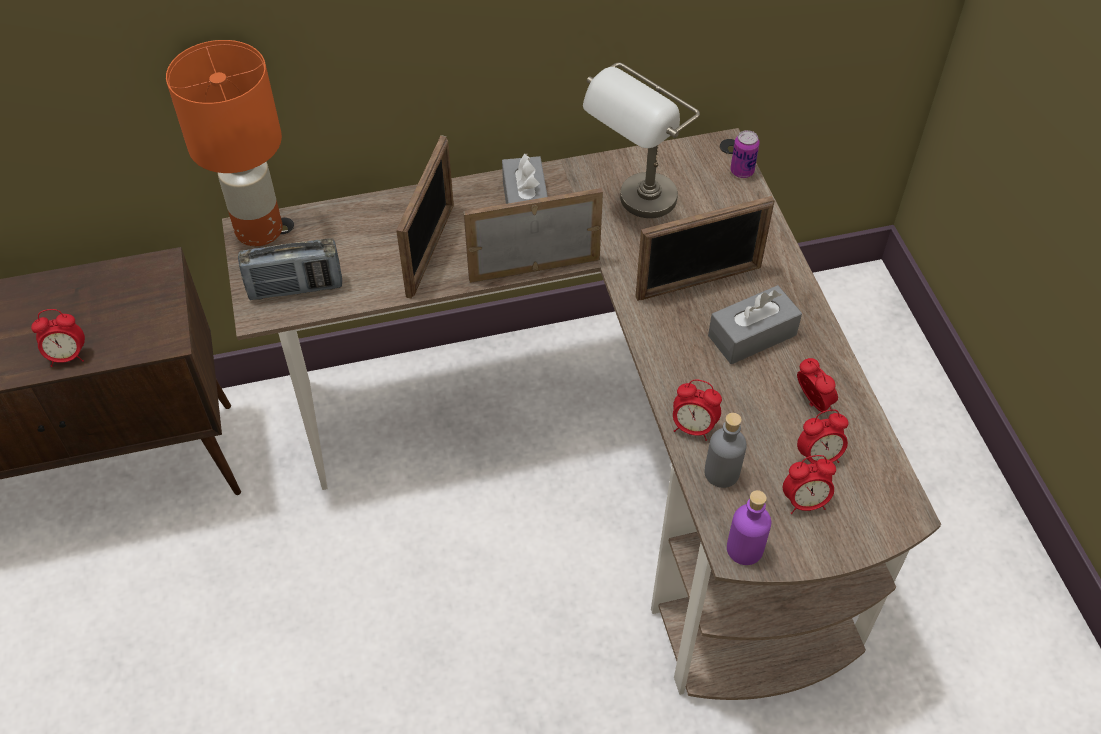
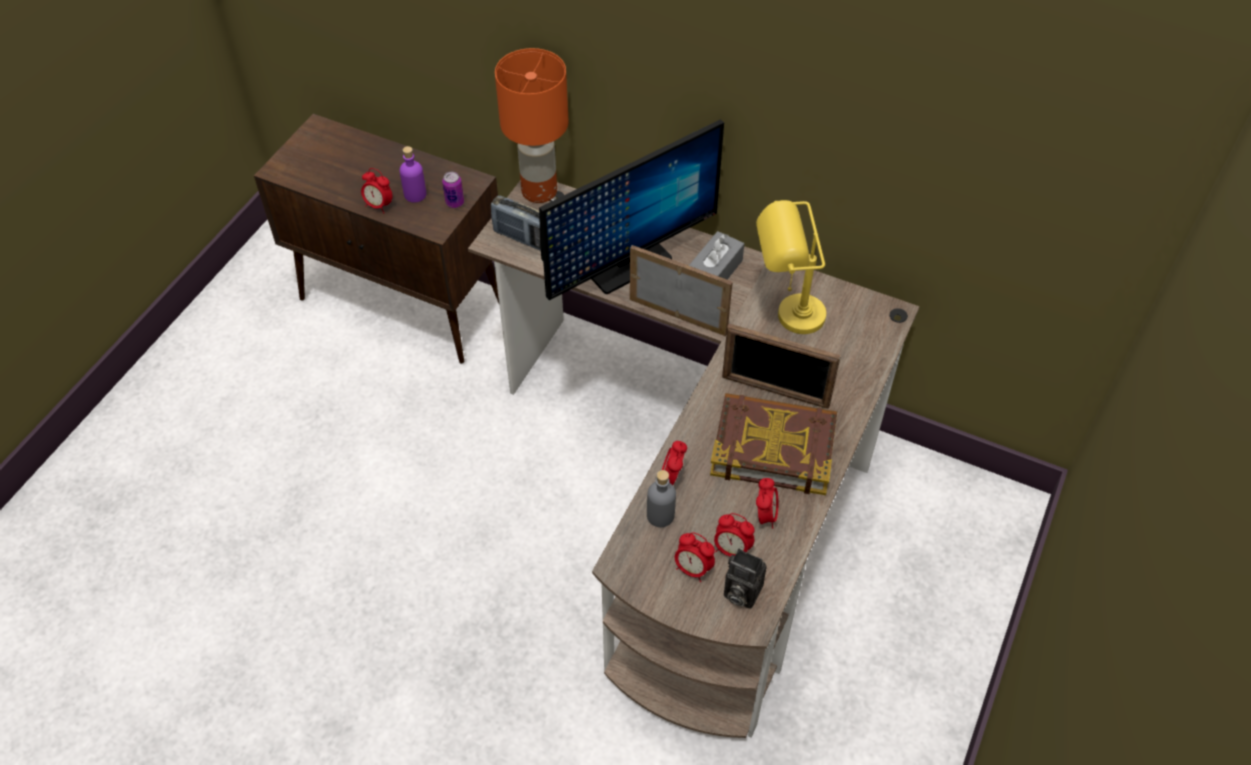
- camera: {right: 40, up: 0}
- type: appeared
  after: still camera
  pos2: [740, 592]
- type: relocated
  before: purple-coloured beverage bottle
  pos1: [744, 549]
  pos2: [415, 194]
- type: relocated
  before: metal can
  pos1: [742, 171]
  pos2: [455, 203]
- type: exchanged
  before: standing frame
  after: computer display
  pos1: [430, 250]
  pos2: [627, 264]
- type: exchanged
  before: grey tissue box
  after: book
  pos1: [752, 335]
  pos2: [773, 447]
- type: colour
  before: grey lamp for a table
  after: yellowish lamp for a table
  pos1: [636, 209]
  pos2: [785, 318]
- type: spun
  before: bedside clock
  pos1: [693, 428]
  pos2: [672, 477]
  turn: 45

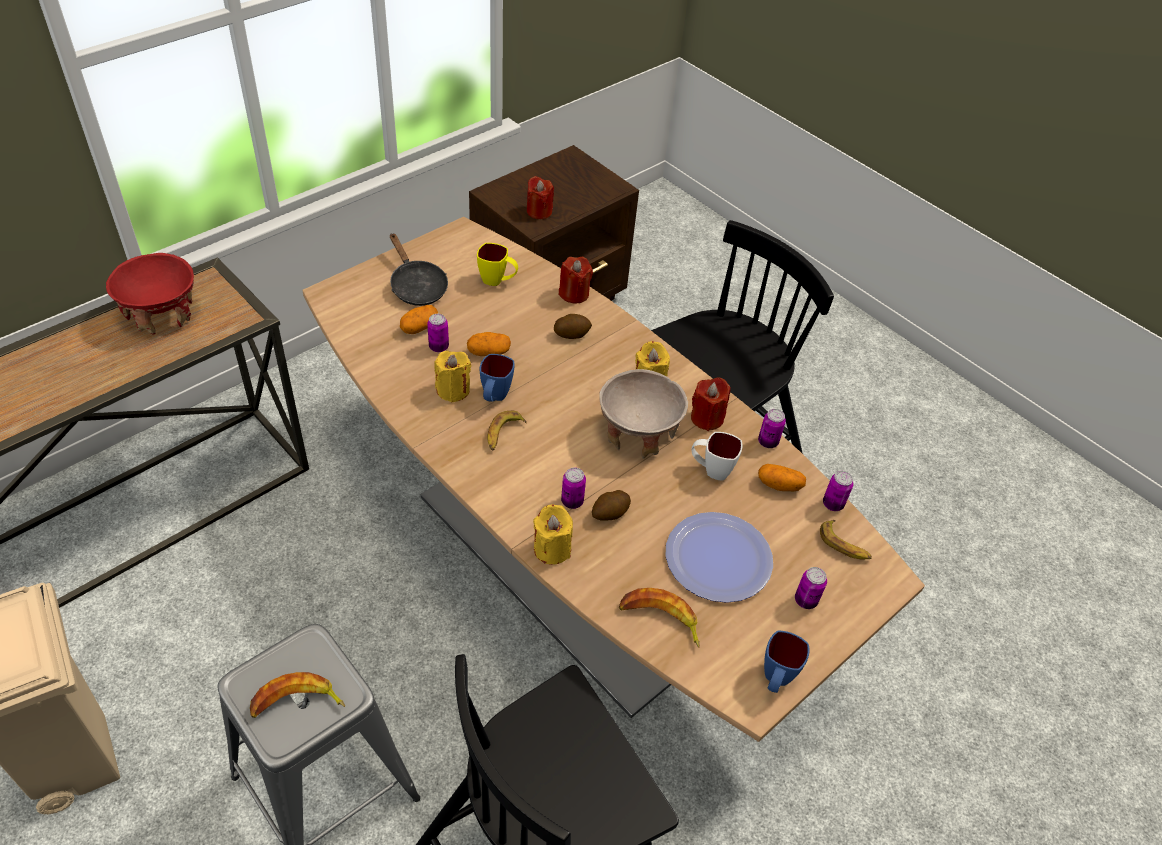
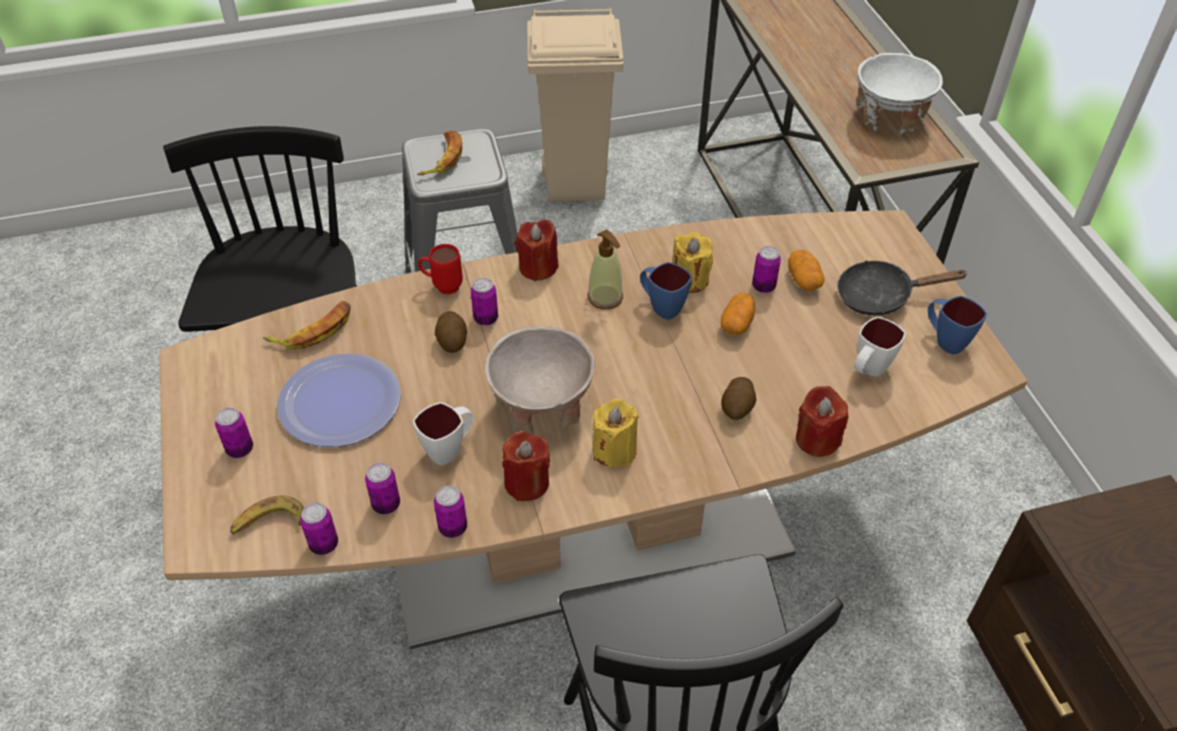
- camera: {right: 120, up: 0}
- type: relocated
  before: red-coloured wax candle
  pos1: [539, 211]
  pos2: [538, 268]
- type: relocated
  before: blue-coloured mug
  pos1: [775, 680]
  pos2: [945, 340]
- type: exchanged
  before: banana
  after: liquid soap bottle
  pos1: [503, 434]
  pos2: [605, 298]
- type: exchanged
  before: yellowish wax candle
  after: red-coloured mug
  pos1: [552, 549]
  pos2: [442, 286]
- type: exchanged
  before: potato
  after: metal can
  pos1: [779, 485]
  pos2: [386, 504]
- type: colour
  before: red-coloured bowl
  after: white-coloured bowl
  pos1: [162, 314]
  pos2: [890, 116]
- type: colour
  before: yellowish mug
  after: white-coloured mug
  pos1: [498, 281]
  pos2: [868, 371]

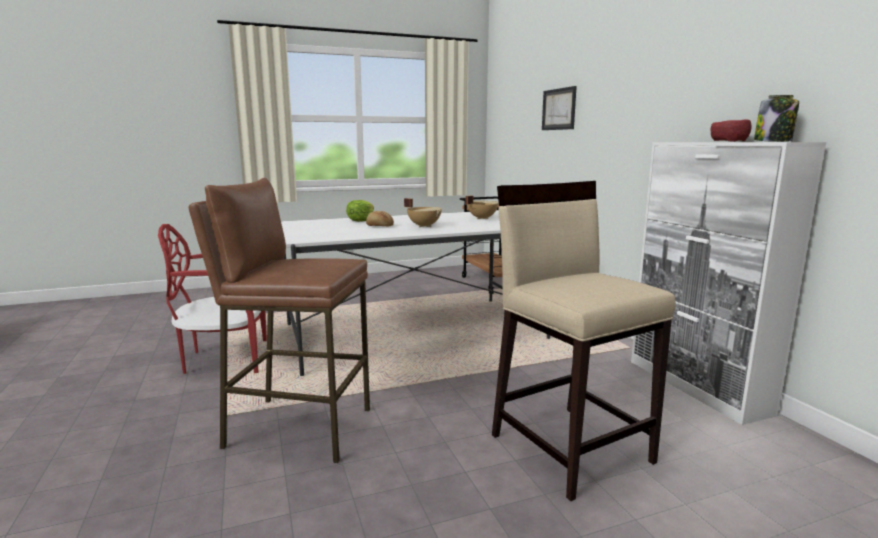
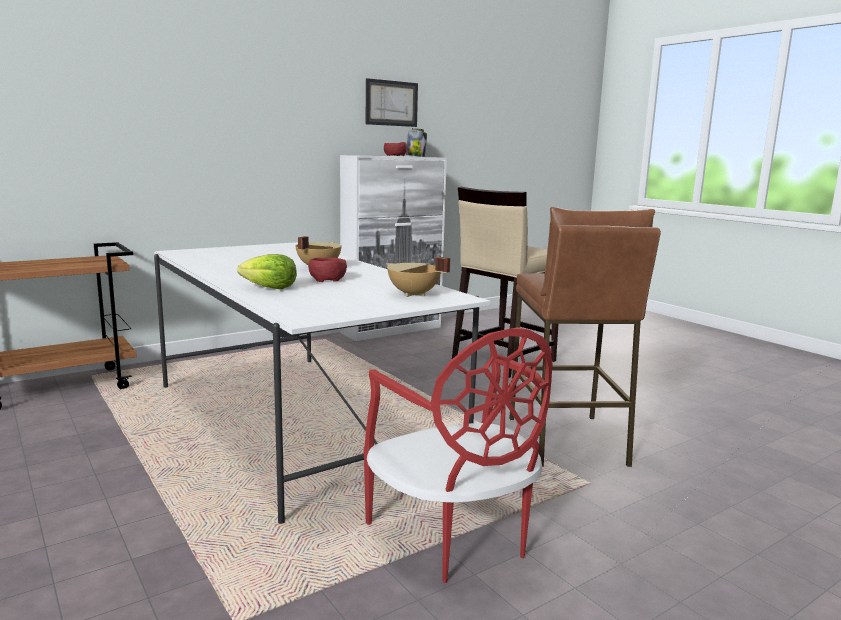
- camera: {right: -105, up: 0}
- type: relocated
  before: sand-coloured stockpot
  pos1: [481, 218]
  pos2: [413, 294]
- type: relocated
  before: wall art
  pos1: [559, 109]
  pos2: [391, 103]
- type: exchanged
  before: bread
  after: red-coloured bowl
  pos1: [379, 226]
  pos2: [327, 279]

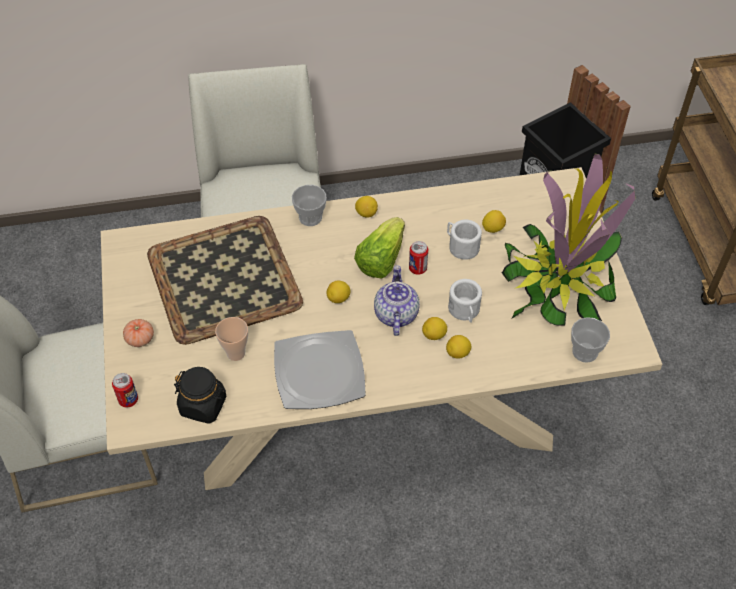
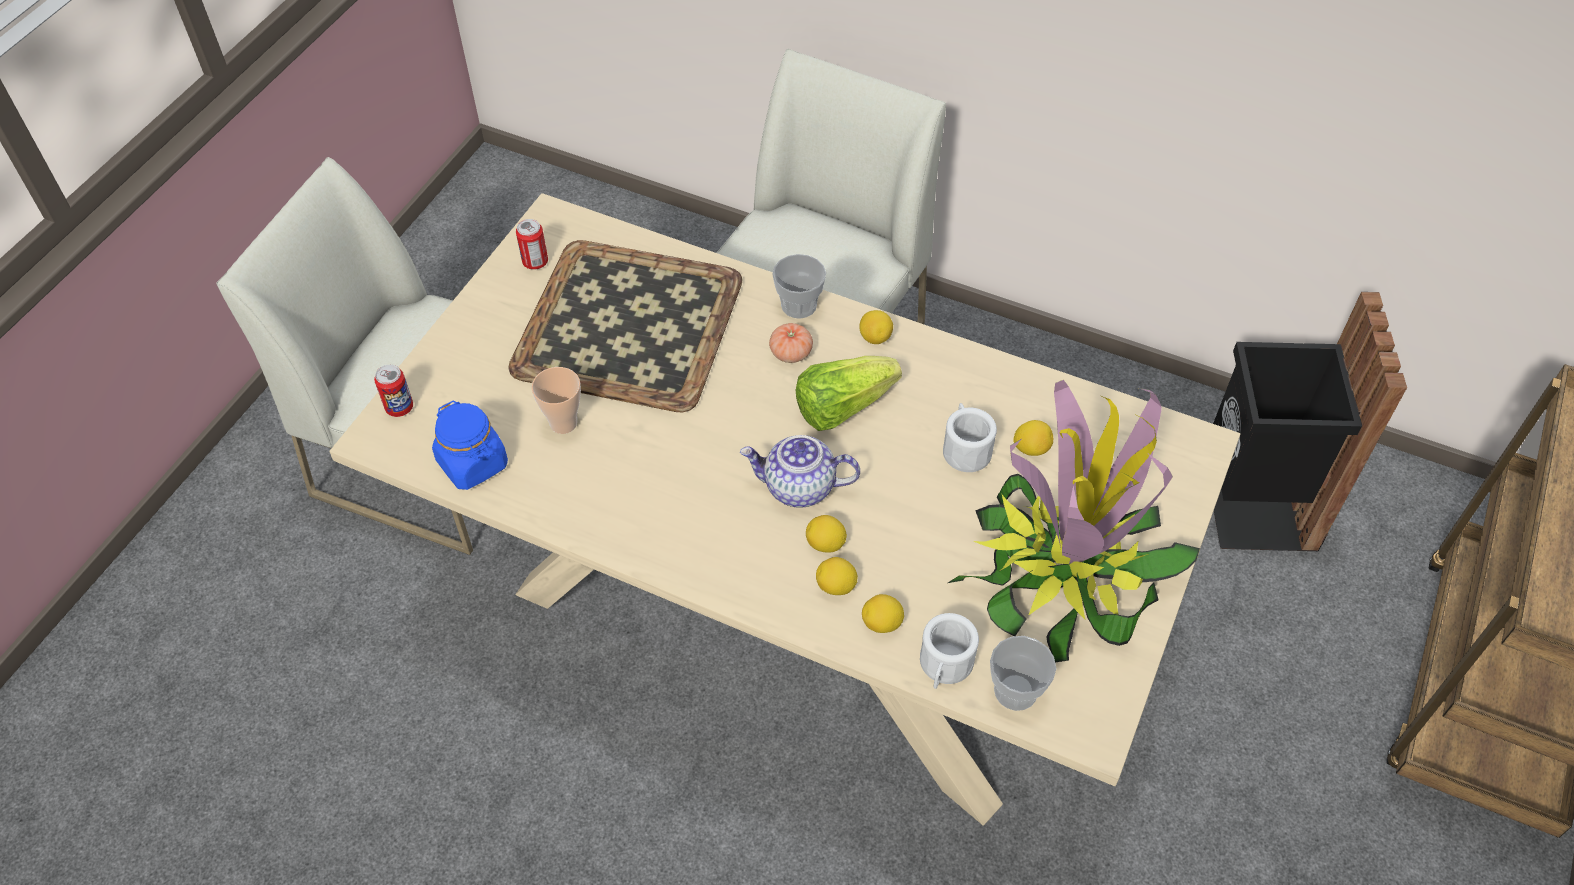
- camera: {right: 35, up: 0}
- type: missing
  before: plate
  pos1: [320, 373]
- type: relocated
  before: fresh tomato
  pos1: [140, 339]
  pos2: [791, 353]
- type: relocated
  before: citrus fruit
  pos1: [338, 298]
  pos2: [882, 623]
- type: relocated
  before: metal can
  pos1: [417, 268]
  pos2: [535, 262]
- type: relocated
  before: white-coloured mug
  pos1: [465, 311]
  pos2: [944, 666]
- type: colour
  before: blackish jar
  after: blue-coloured jar
  pos1: [203, 405]
  pos2: [473, 464]
- type: spun
  before: pot for tea
  pos1: [395, 314]
  pos2: [799, 487]
  turn: -120

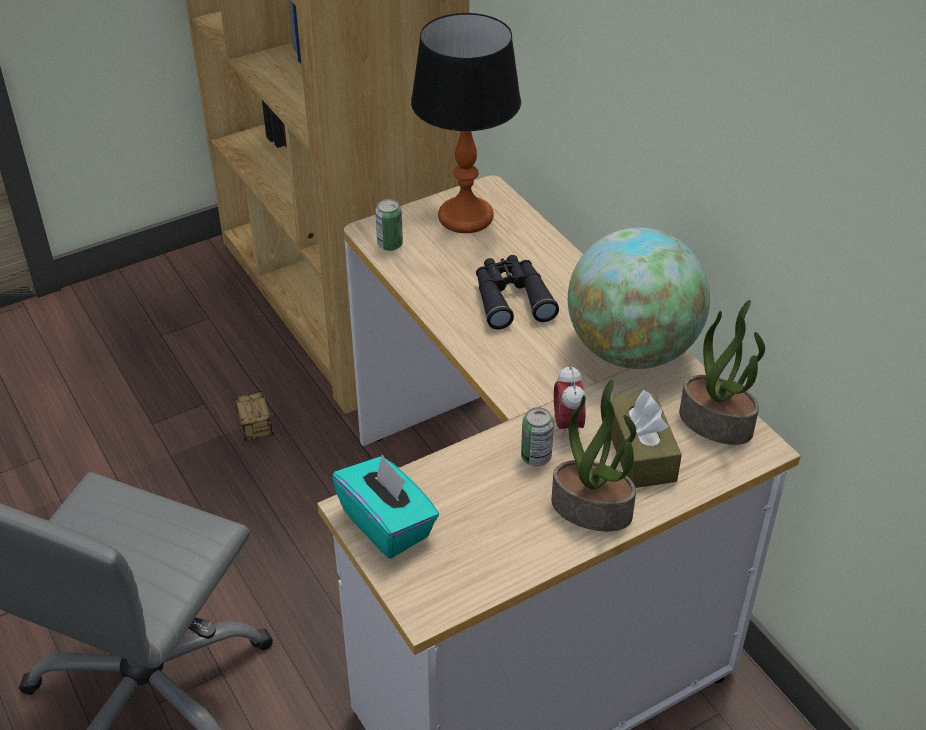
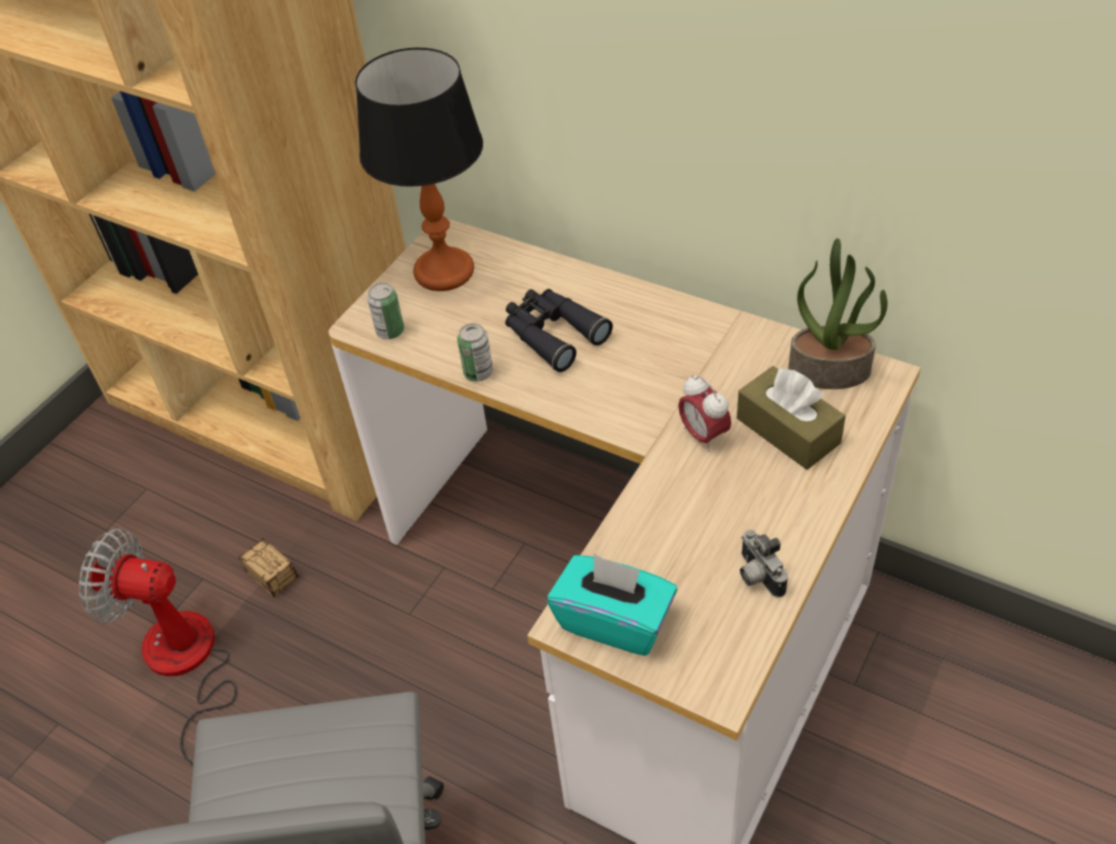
- camera: {right: -25, up: 5}
- type: missing
  before: houseplant
  pos1: [593, 508]
- type: missing
  before: desk globe
  pos1: [632, 350]
- type: appeared
  after: electric fan
  pos2: [186, 667]
- type: appeared
  after: still camera
  pos2: [757, 576]
- type: relocated
  before: metal can
  pos1: [536, 457]
  pos2: [478, 373]

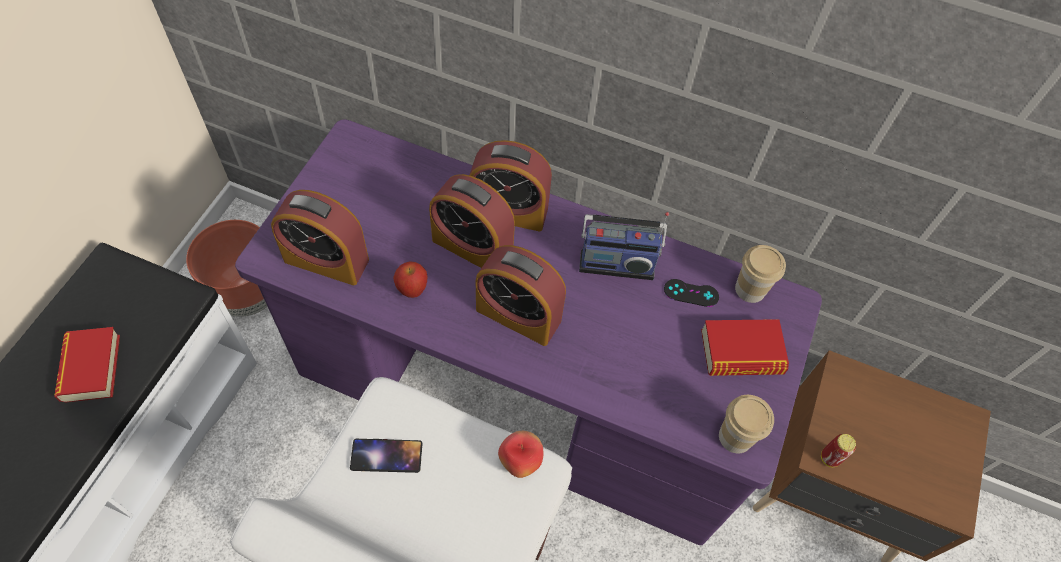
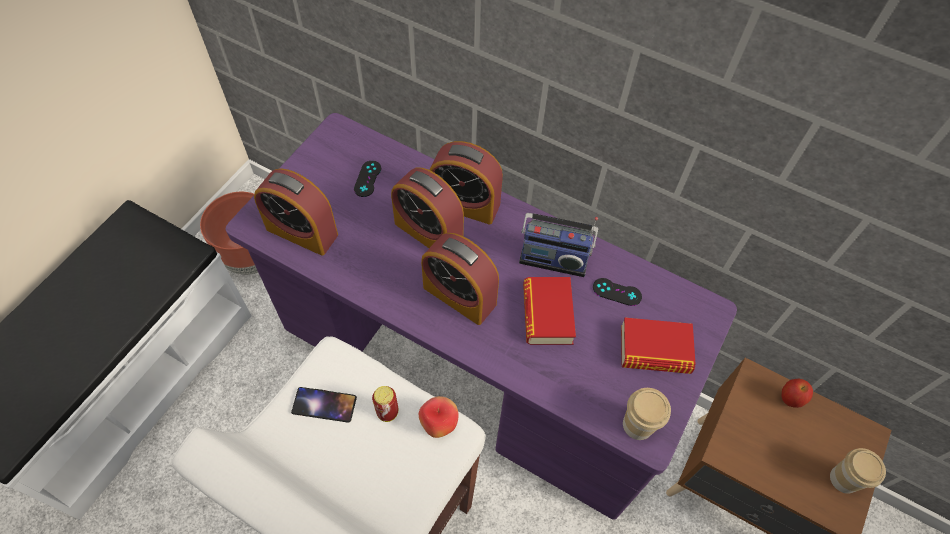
- camera: {right: 10, up: 0}
- type: appeared
  after: blackish game controller
  pos2: [367, 179]
- type: relocated
  before: book
  pos1: [91, 368]
  pos2: [547, 314]
- type: relocated
  before: whole apple
  pos1: [412, 290]
  pos2: [789, 399]
- type: relocated
  before: drinking cup
  pos1: [750, 289]
  pos2: [844, 479]
- type: relocated
  before: metal can
  pos1: [829, 458]
  pos2: [387, 412]

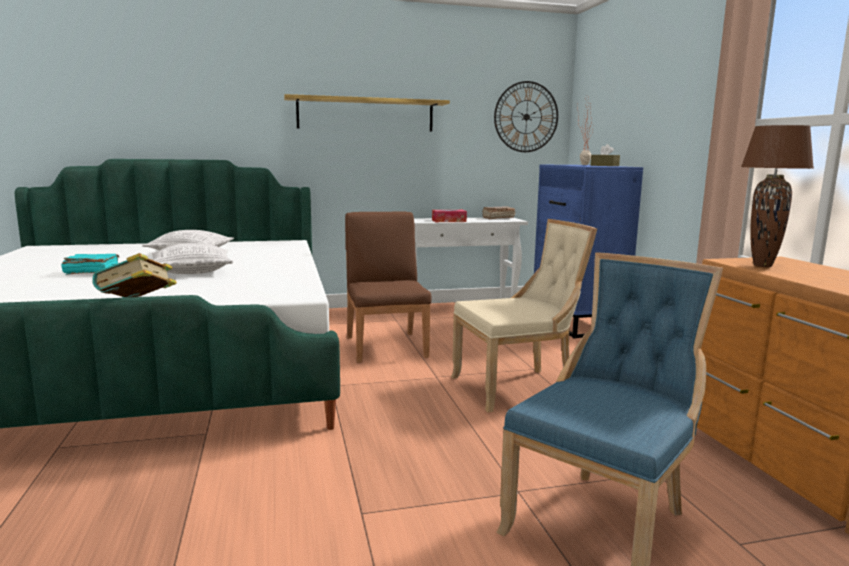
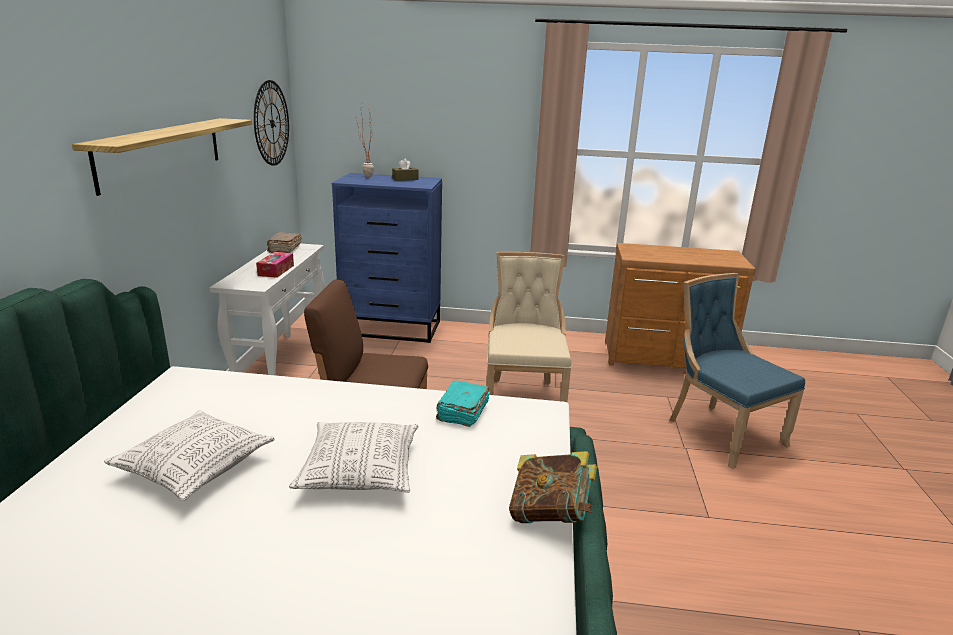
- camera: {right: -70, up: 10}
- type: missing
  before: brown lamp for a table
  pos1: [762, 265]
- type: relocated
  before: blue-green book
  pos1: [91, 272]
  pos2: [462, 412]

